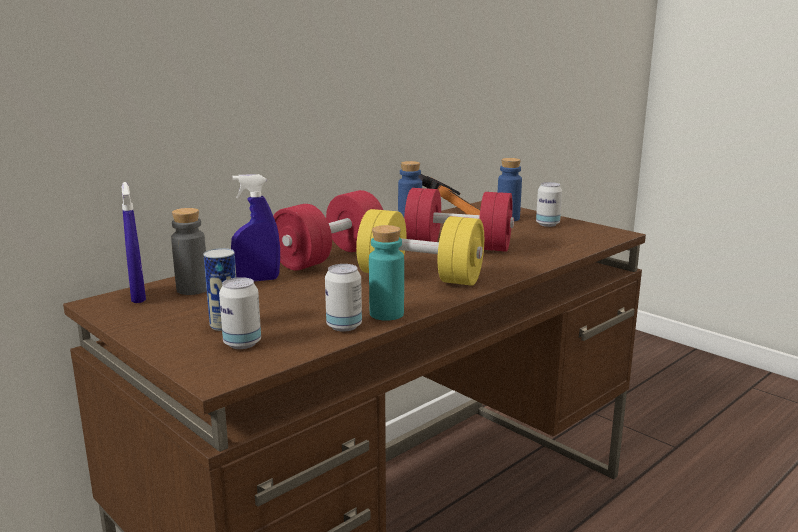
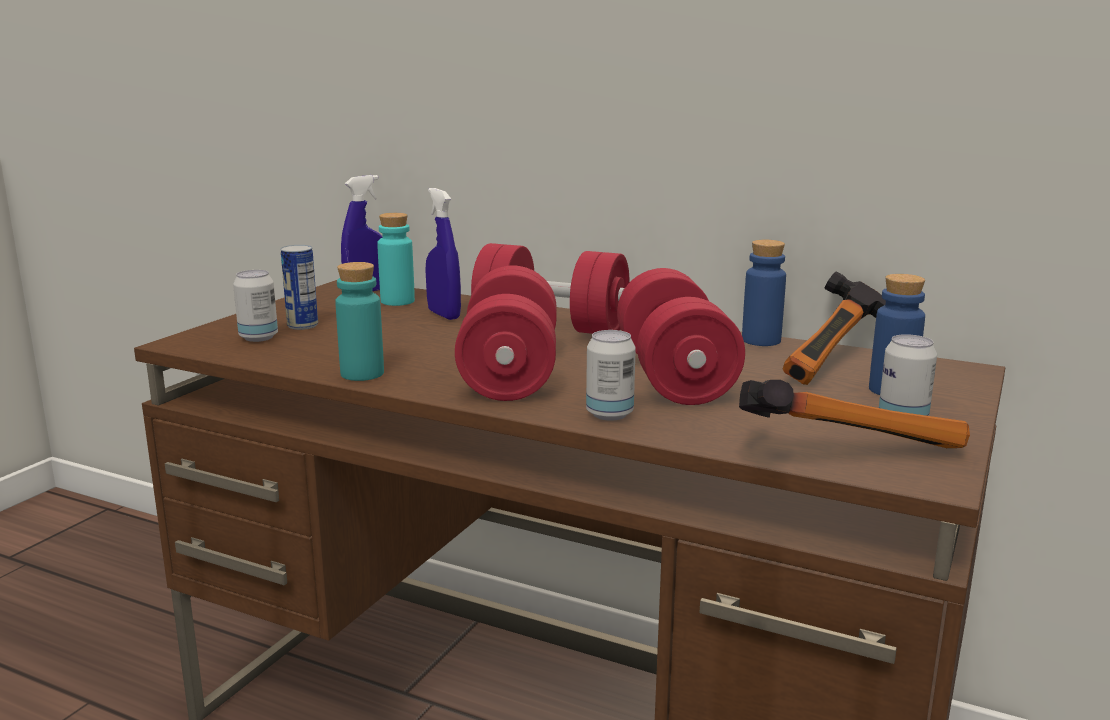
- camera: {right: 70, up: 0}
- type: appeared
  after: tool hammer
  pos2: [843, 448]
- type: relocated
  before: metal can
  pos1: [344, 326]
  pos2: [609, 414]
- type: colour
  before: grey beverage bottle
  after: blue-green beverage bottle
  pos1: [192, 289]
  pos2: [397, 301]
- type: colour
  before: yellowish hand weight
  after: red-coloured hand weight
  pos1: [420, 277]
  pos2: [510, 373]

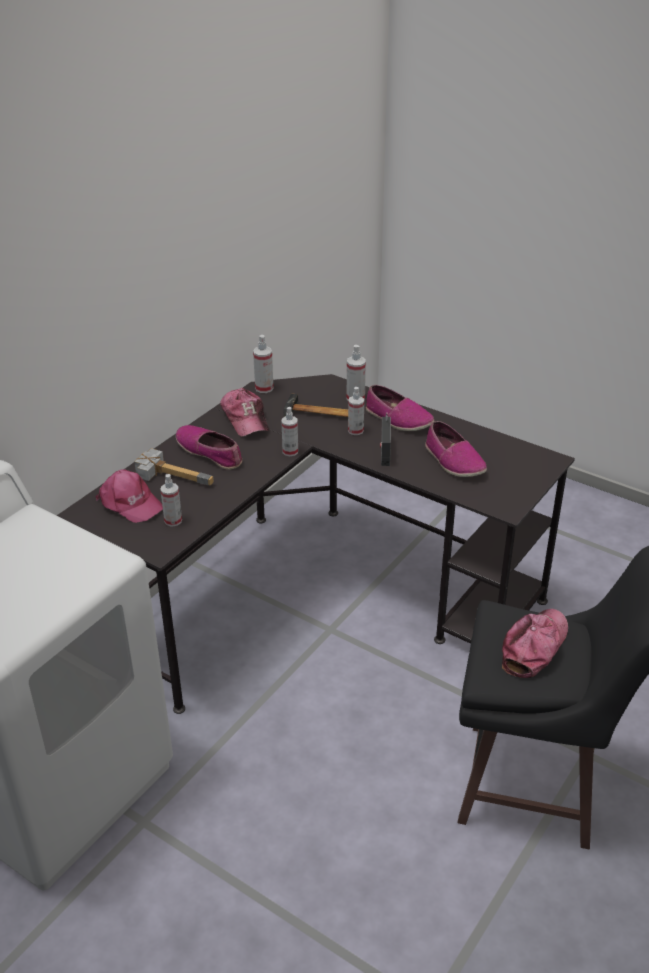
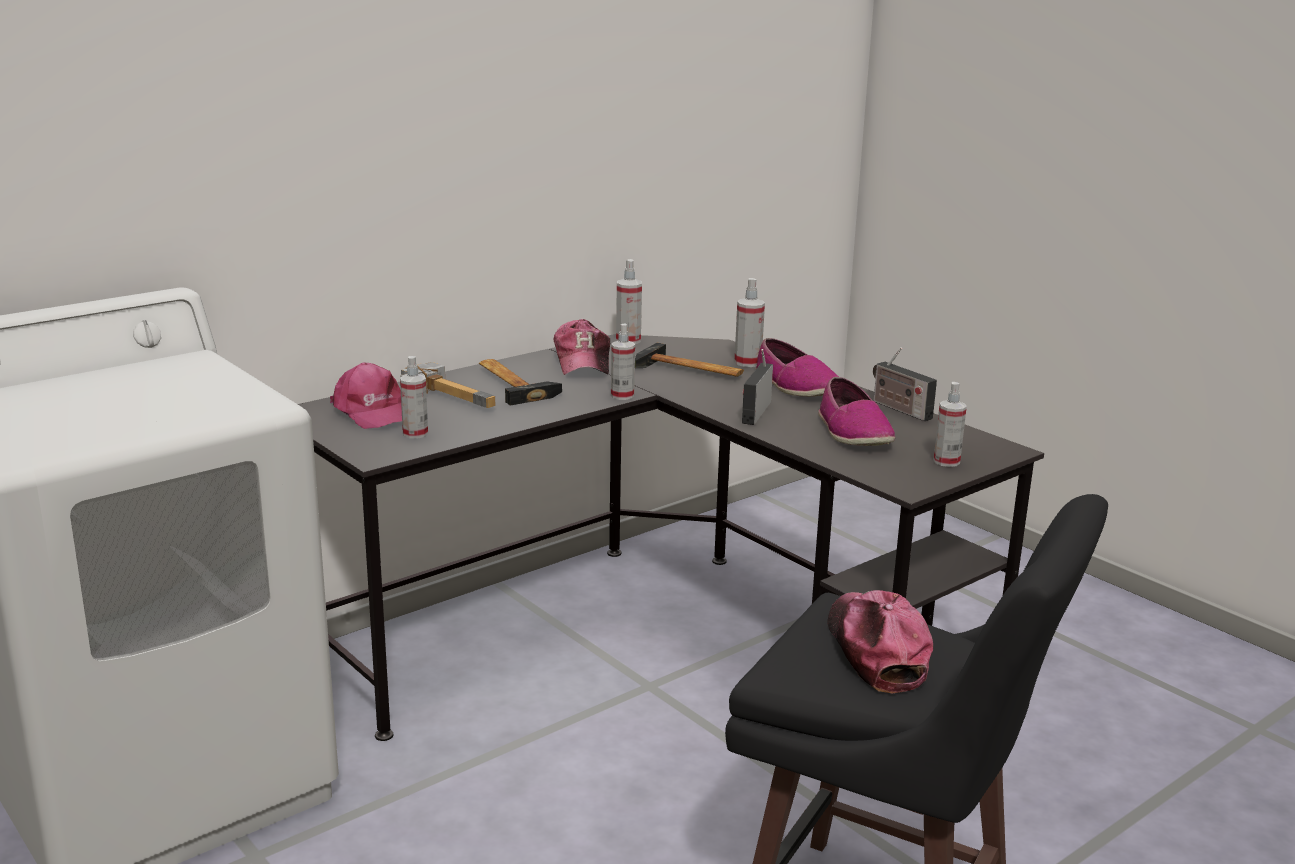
- camera: {right: 15, up: -15}
- type: appeared
  after: radio receiver
  pos2: [899, 409]
- type: relocated
  before: hand sprayer
  pos1: [355, 431]
  pos2: [946, 461]
- type: exchanged
  before: shoe
  after: tool hammer
  pos1: [210, 452]
  pos2: [513, 383]
- type: spun
  before: cap
  pos1: [534, 647]
  pos2: [875, 650]
  turn: -60

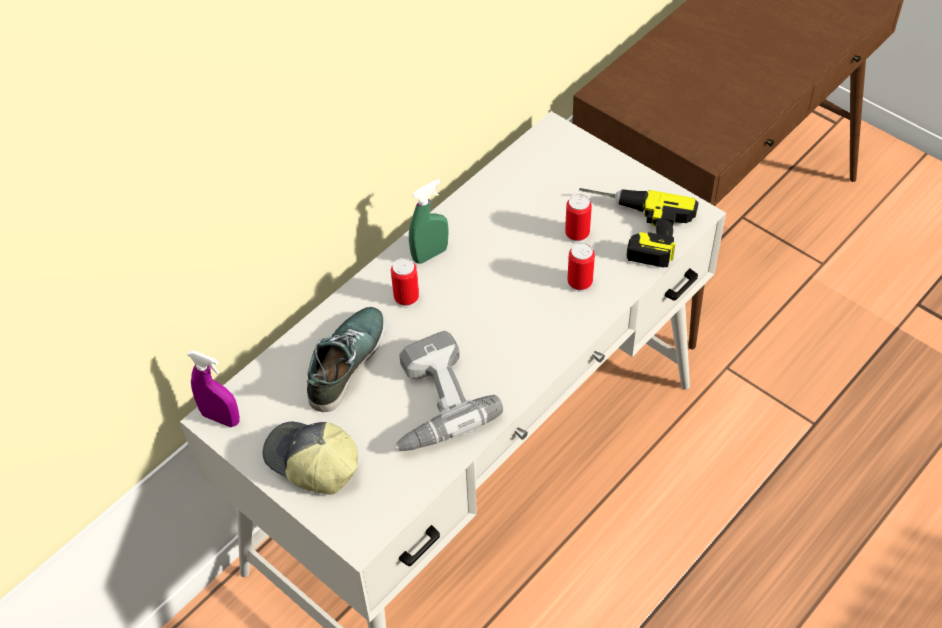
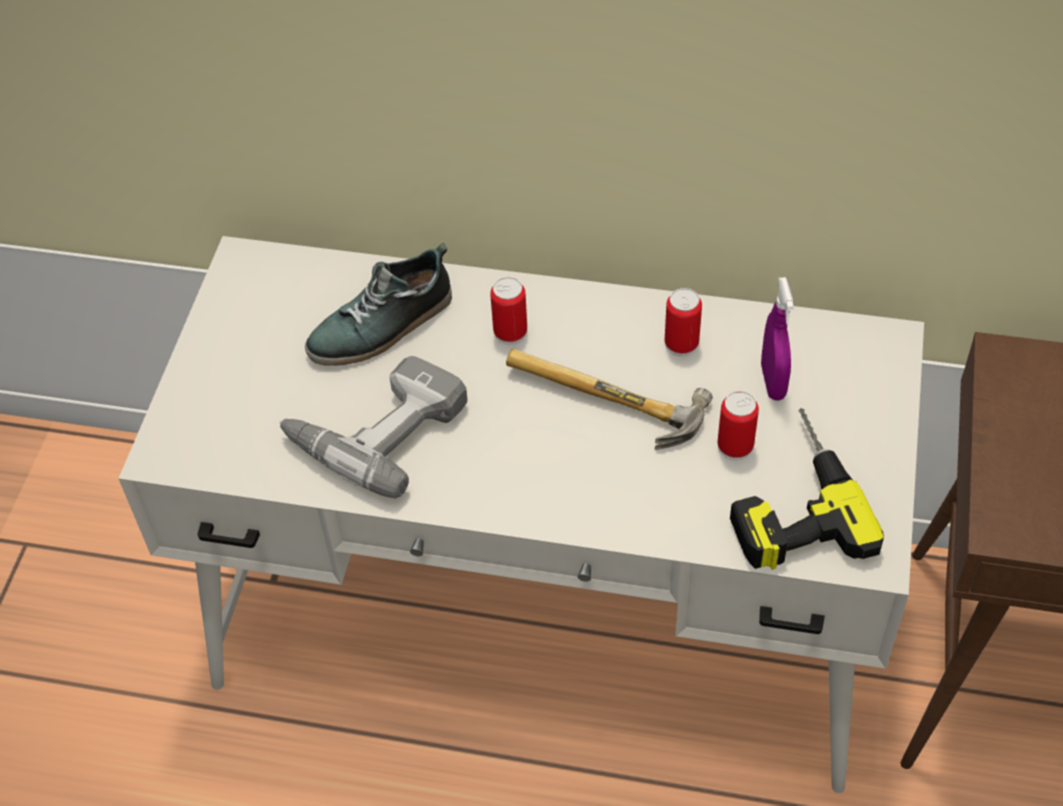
- camera: {right: 60, up: 0}
- type: missing
  before: cap
  pos1: [311, 463]
- type: missing
  before: green hand sprayer
  pos1: [430, 254]
- type: appeared
  after: tool hammer
  pos2: [601, 406]
- type: relocated
  before: purple-coloured hand sprayer
  pos1: [221, 418]
  pos2: [773, 382]
- type: relocated
  before: metal can
  pos1: [579, 282]
  pos2: [681, 343]
- type: spun
  before: shoe
  pos1: [345, 362]
  pos2: [382, 326]
  turn: 150

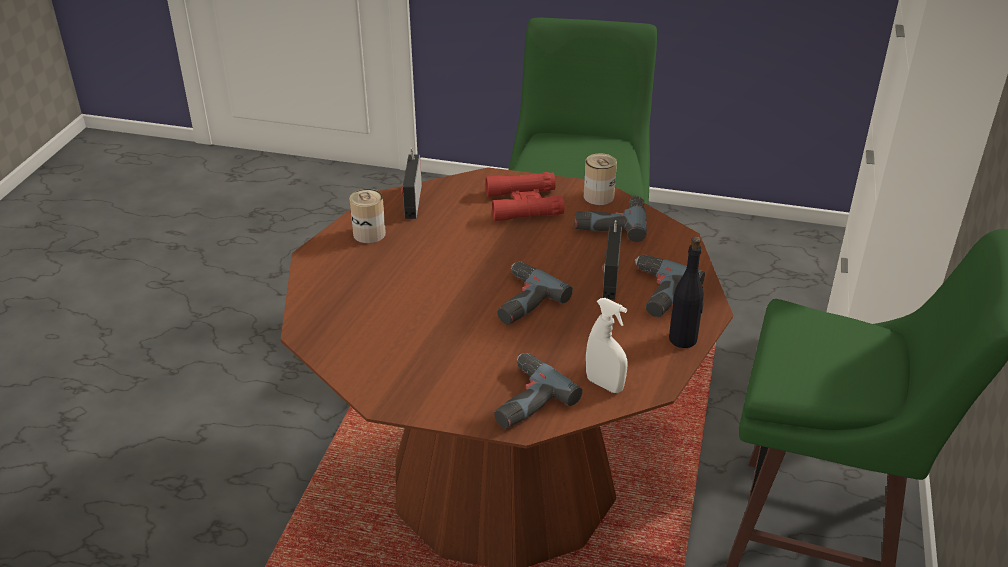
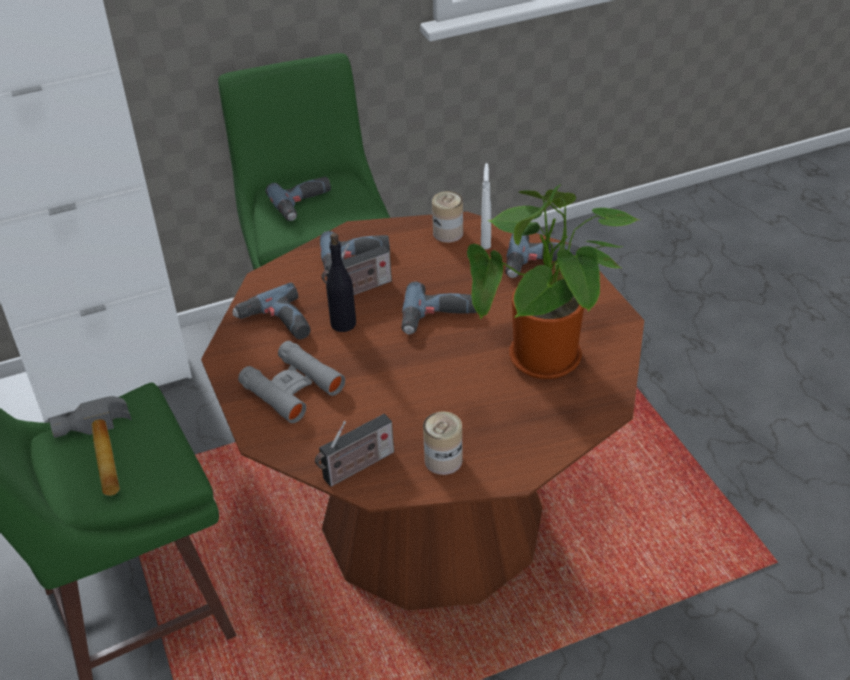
- camera: {right: -125, up: 5}
- type: appeared
  after: tool hammer
  pos2: [99, 457]
- type: appeared
  after: power drill
  pos2: [304, 204]
- type: appeared
  after: houseplant
  pos2: [547, 364]
- type: relocated
  before: metal can
  pos1: [598, 196]
  pos2: [448, 233]
- type: relocated
  before: blackish beverage bottle
  pos1: [683, 339]
  pos2: [343, 323]
- type: colour
  before: red-coloured binoculars
  after: grey binoculars
  pos1: [524, 204]
  pos2: [292, 388]

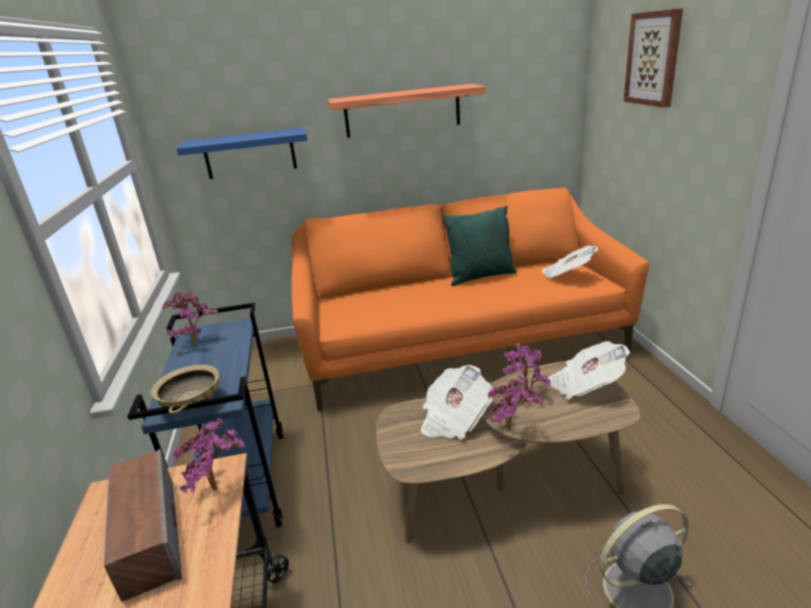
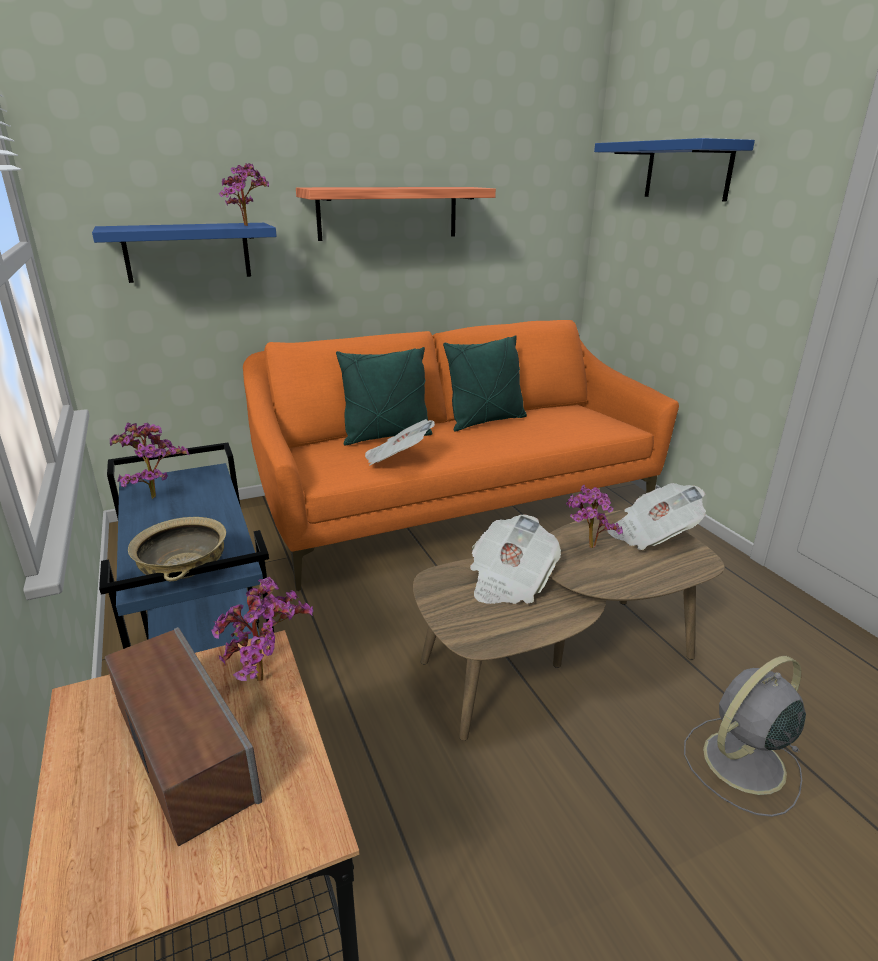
- camera: {right: -15, up: 0}
- type: appeared
  after: green pillow
  pos2: [386, 436]
- type: relocated
  before: houseplant
  pos1: [512, 431]
  pos2: [249, 226]
- type: relocated
  before: daily paper
  pos1: [567, 275]
  pos2: [397, 459]
- type: exchanged
  before: wall art
  after: blue-coloured shelf
  pos1: [653, 58]
  pos2: [687, 171]

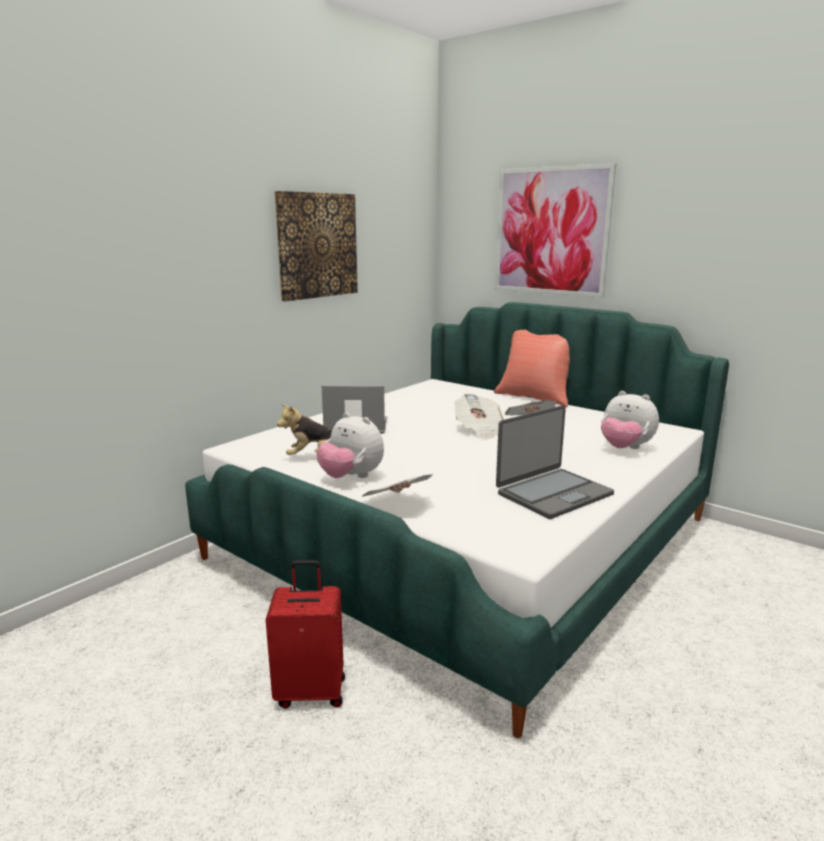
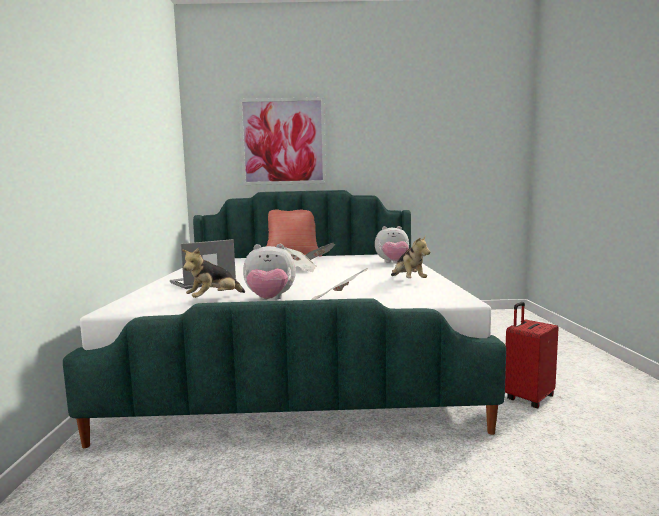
- camera: {right: -40, up: -10}
- type: missing
  before: wall art
  pos1: [317, 245]
- type: relocated
  before: red-coloured suitcase
  pos1: [311, 691]
  pos2: [528, 398]
- type: exchanged
  before: portable computer
  after: soft toy
  pos1: [553, 494]
  pos2: [408, 281]

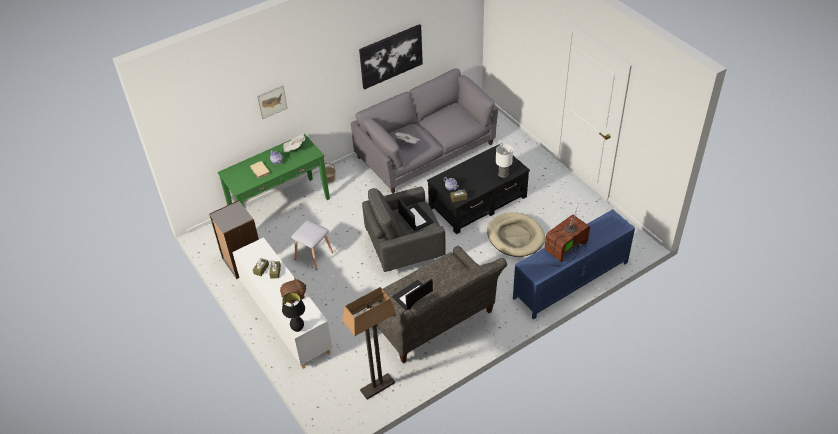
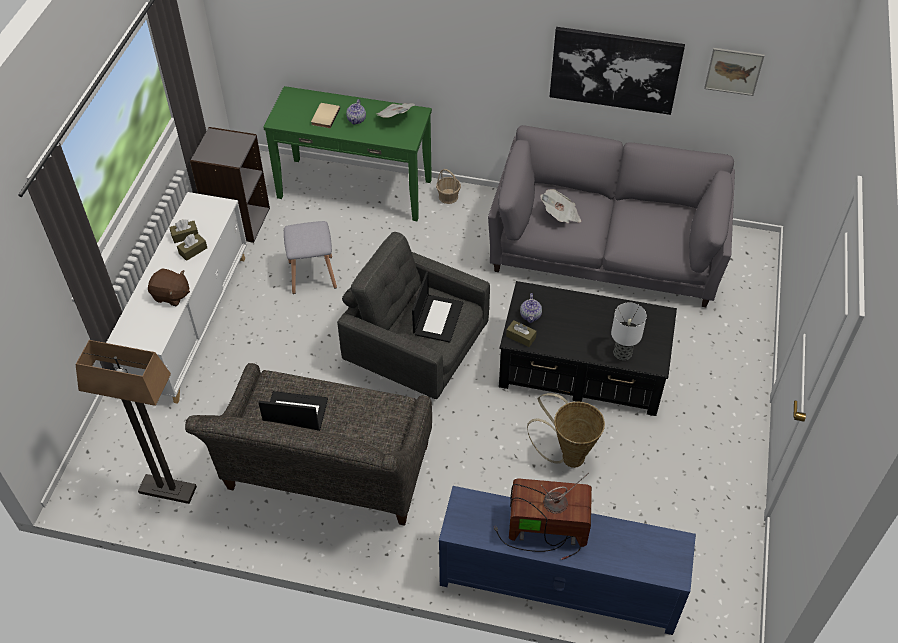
- camera: {right: 45, up: 5}
- type: missing
  before: blackish lamp for a table
  pos1: [298, 329]
- type: relocated
  before: wall art
  pos1: [272, 102]
  pos2: [733, 71]
- type: exchanged
  before: sand-coloured pet bed
  after: storage basket
  pos1: [515, 236]
  pos2: [567, 456]

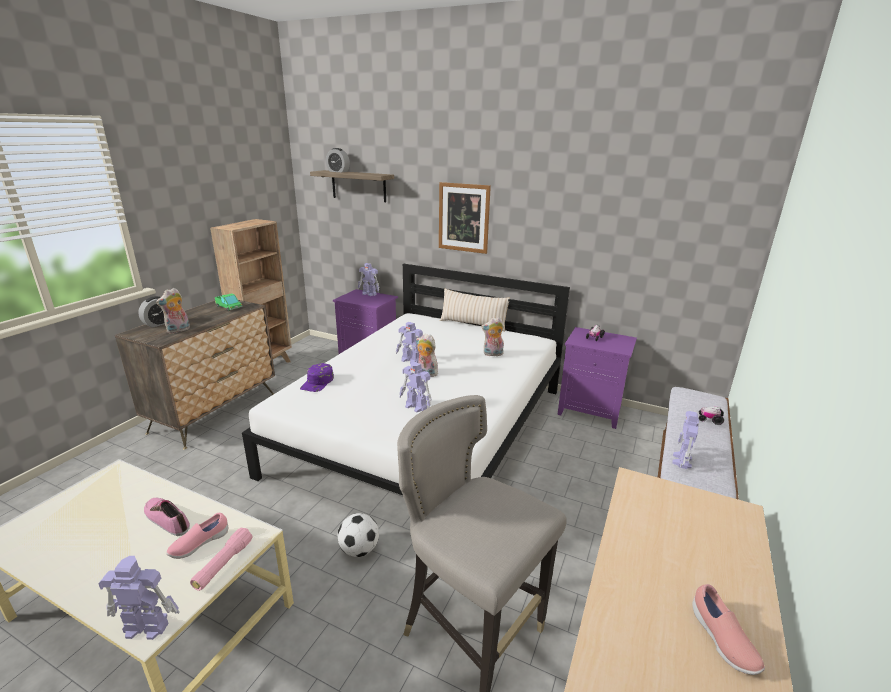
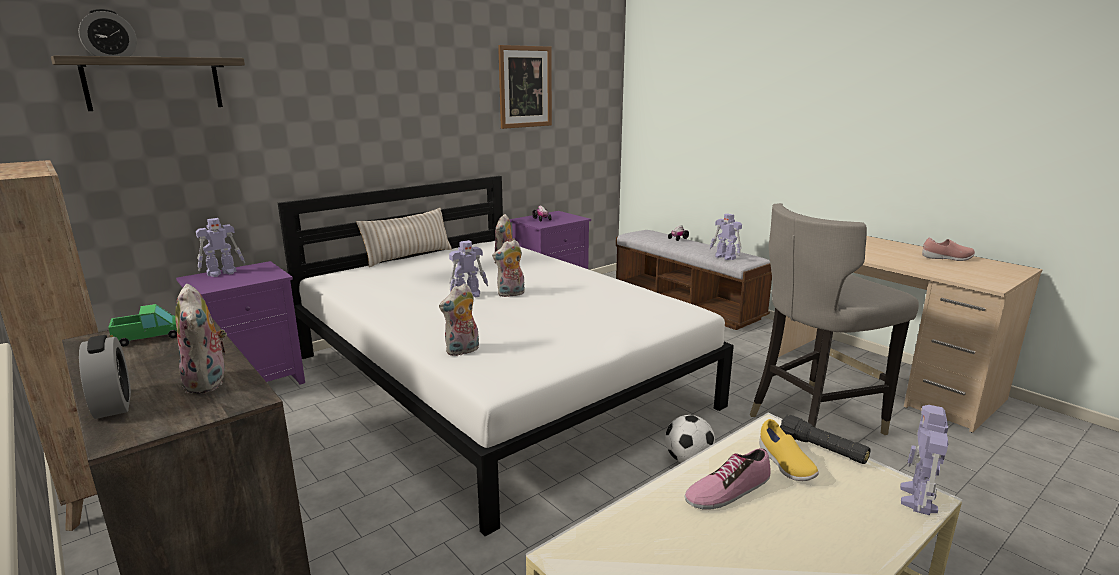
- camera: {right: -65, up: -5}
- type: missing
  before: toy robot
  pos1: [416, 407]
- type: relocated
  before: wall art
  pos1: [463, 217]
  pos2: [525, 87]
- type: exchanged
  before: purple-coloured cap
  after: soft toy
  pos1: [318, 382]
  pos2: [462, 351]
- type: colour
  before: pinkish shoe
  after: yellowish shoe
  pos1: [199, 544]
  pos2: [784, 465]
- type: colour
  before: pinkish hand torch
  after: blackish hand torch
  pos1: [223, 564]
  pos2: [822, 449]

